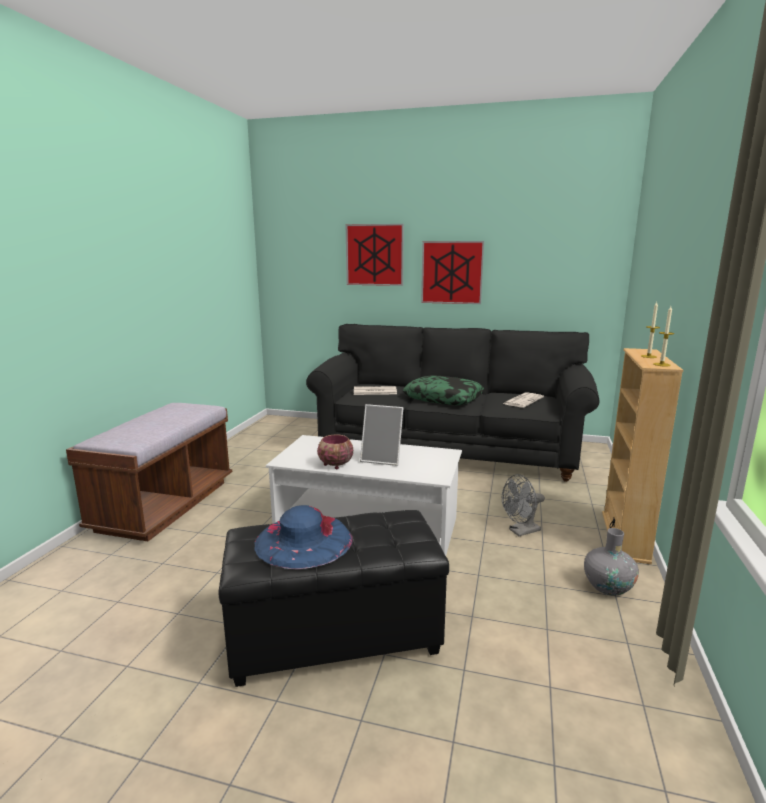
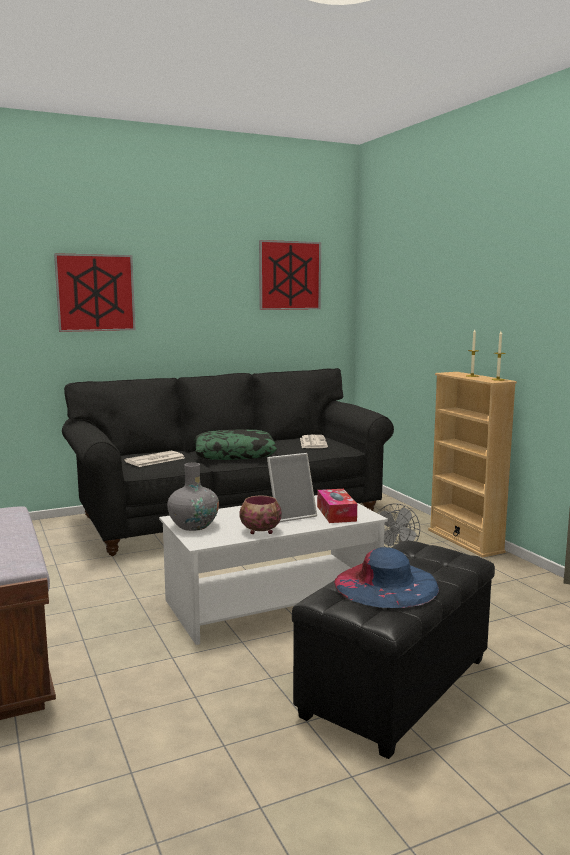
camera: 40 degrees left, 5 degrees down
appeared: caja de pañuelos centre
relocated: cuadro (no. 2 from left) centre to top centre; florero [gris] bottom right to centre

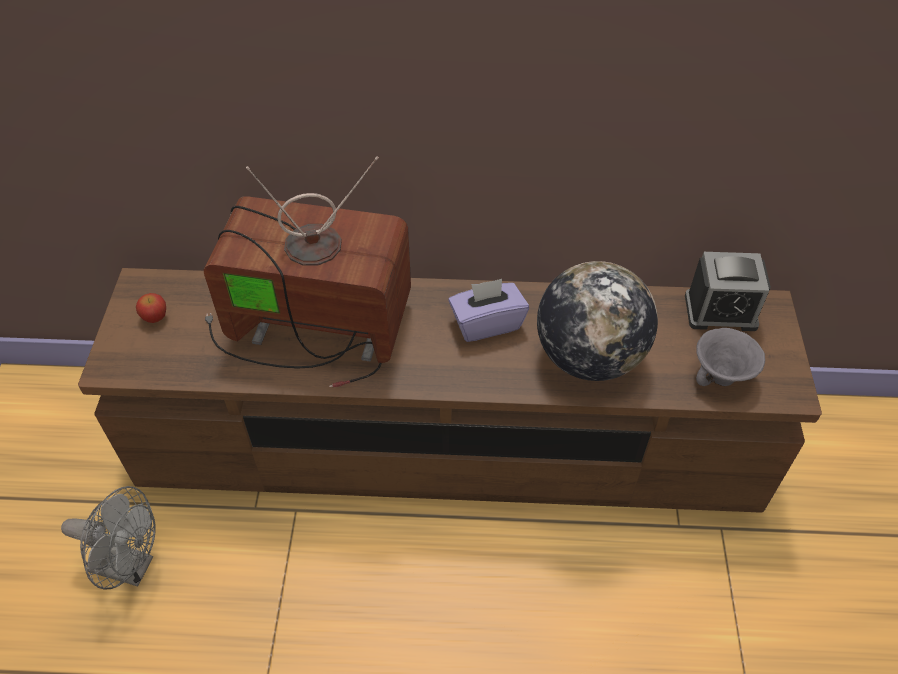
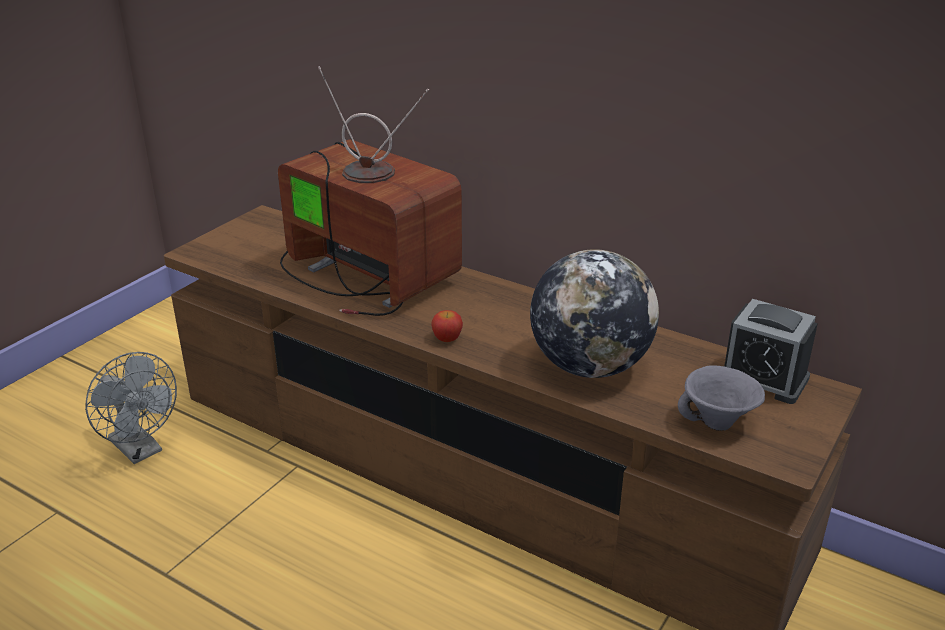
camera: 30 degrees right, 20 degrees down
missing: caja de pañuelos [morado] centre
relocated: manzana middle left to centre

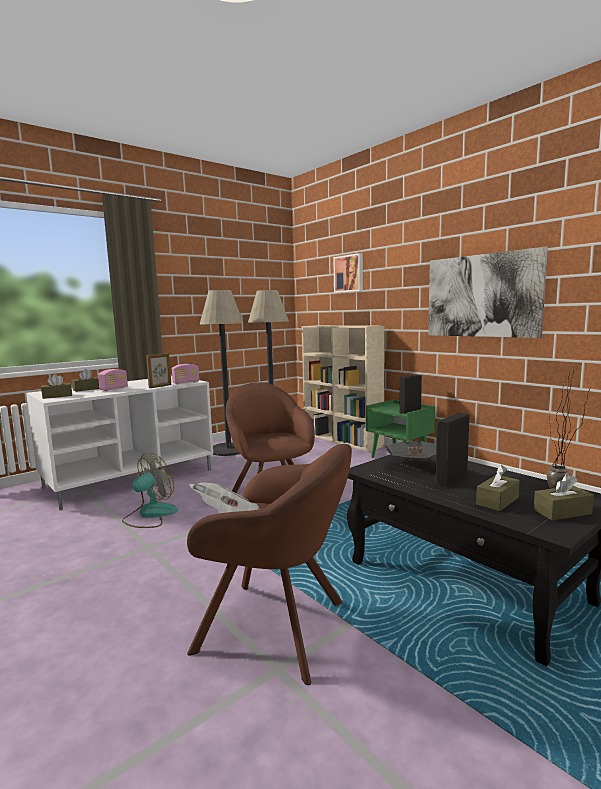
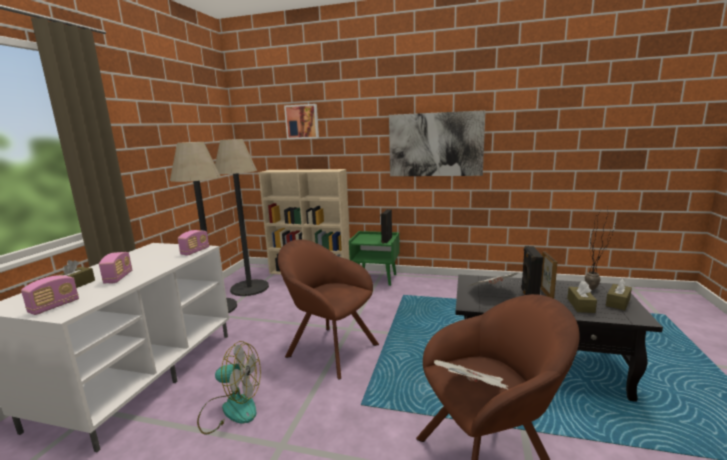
camera: 35 degrees left, 5 degrees up
relocated: portarretratos middle left to middle right
exchanged: caja de pañuelos [marrón] (no. 1 from left) middle left to radio (no. 1 from left) middle left
spun: ventilador middle left = bottom left 90 degrees clockwise

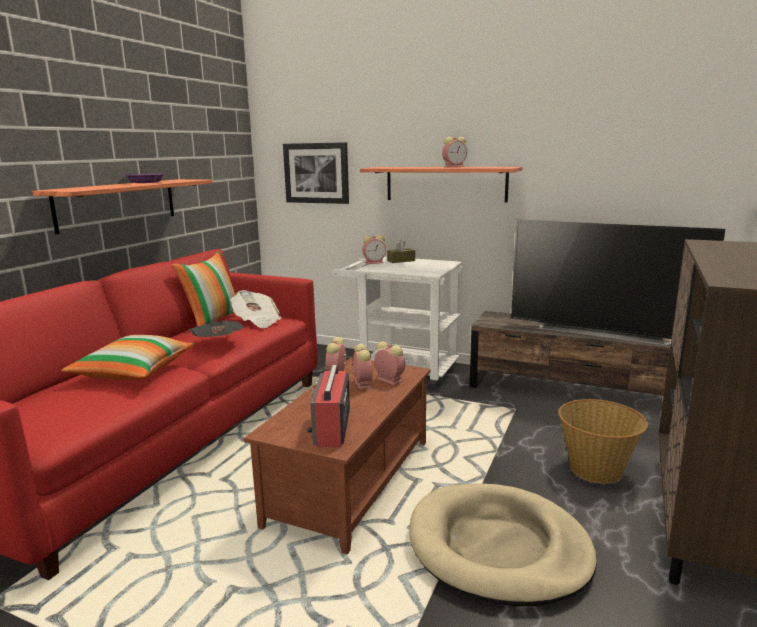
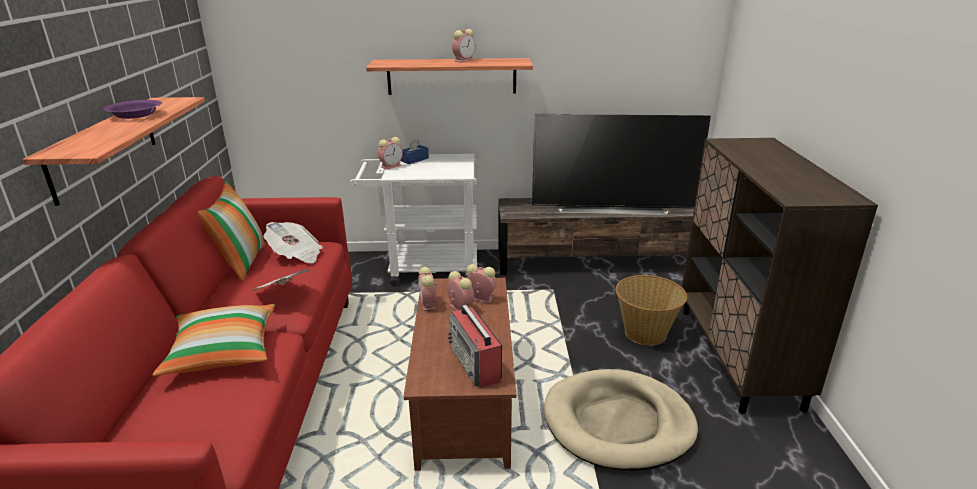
camera: 25 degrees left, 10 degrees up
missing: cuadro top centre
colour: caja de pañuelos [marrón] centre to caja de pañuelos [azul] top centre

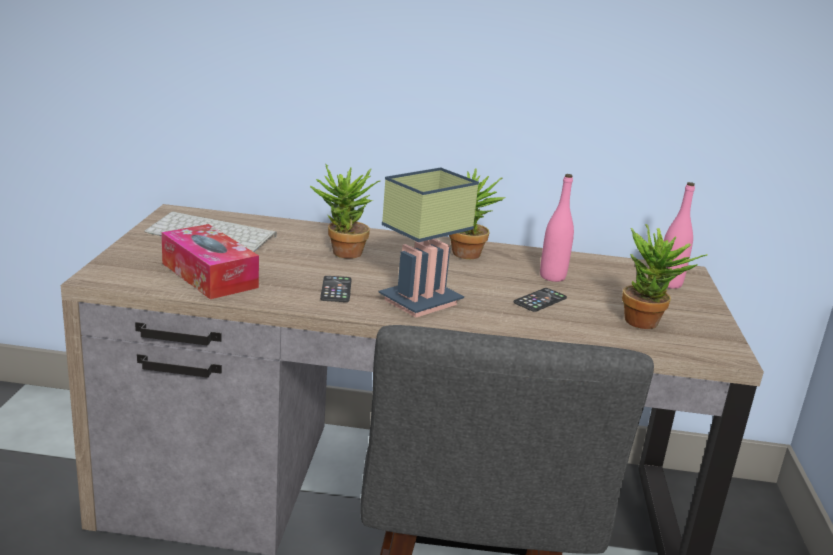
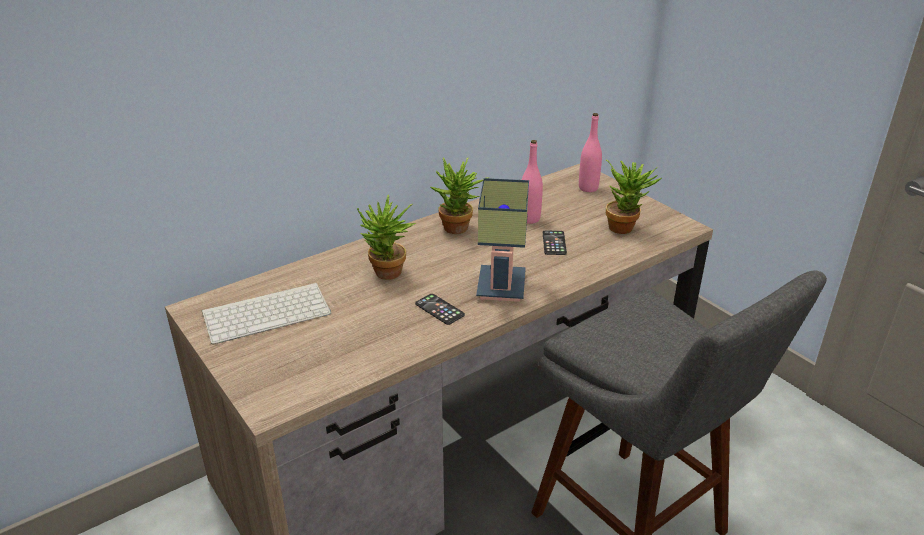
camera: 40 degrees left, 10 degrees up
missing: caja de pañuelos middle left

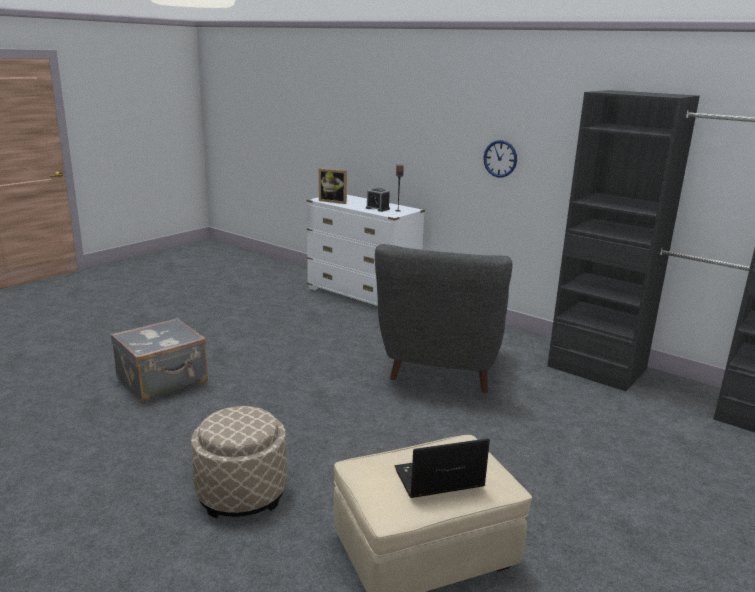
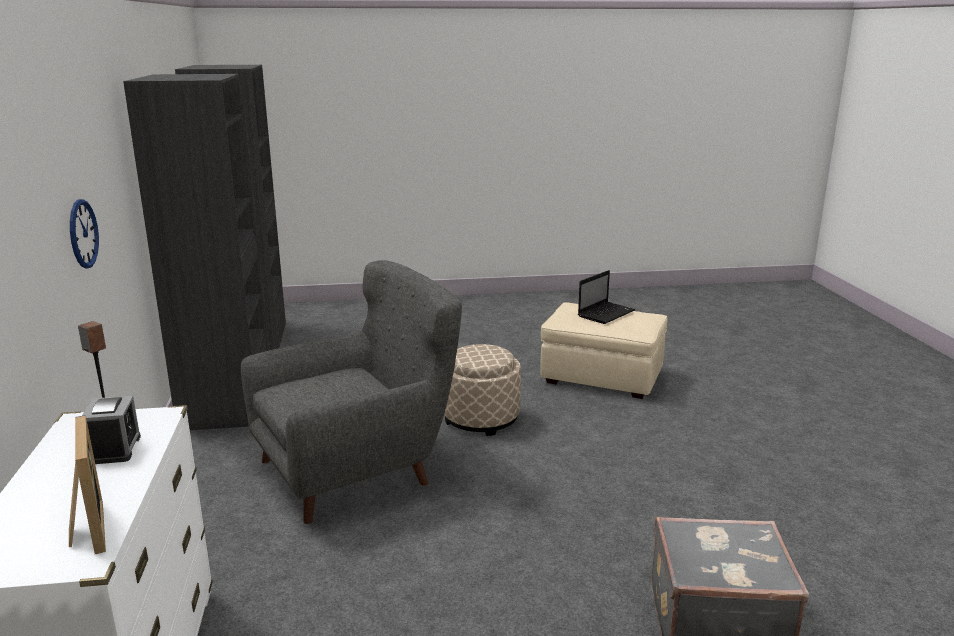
camera: 135 degrees left, 0 degrees up
relocated: puf [beis] (no. 1 from left) bottom left to centre
spun: portátil bottom centre = centre 75 degrees counterclockwise

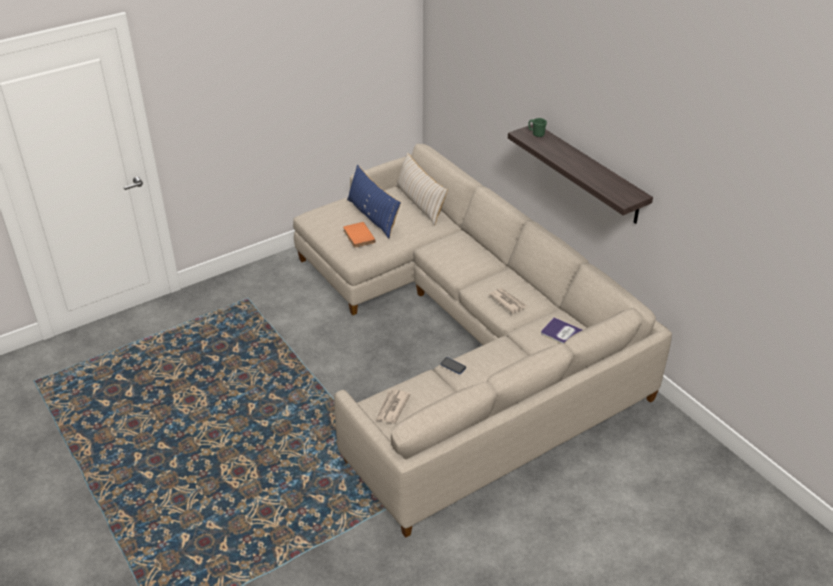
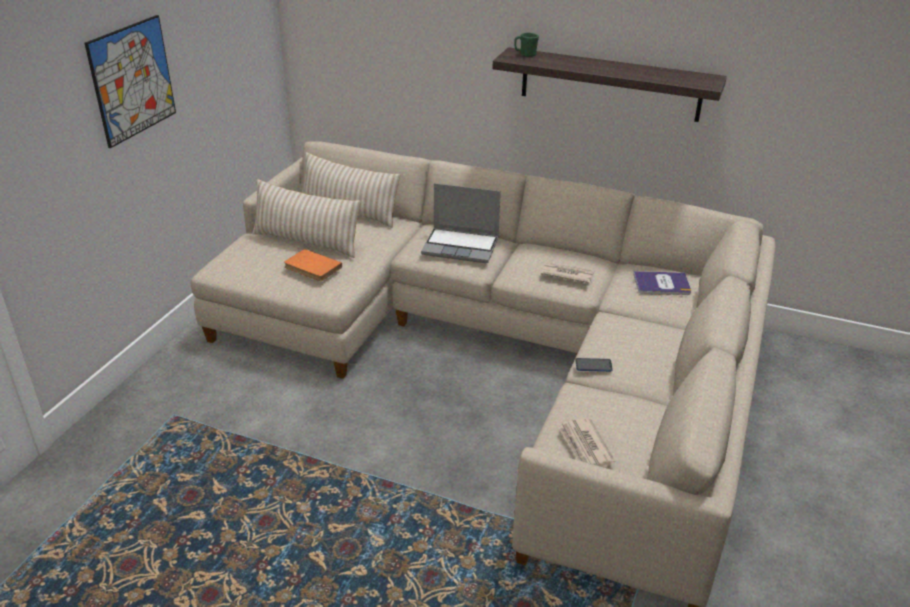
camera: 35 degrees left, 5 degrees down
appeared: cuadro top left; portátil centre
colour: cojín [azul] centre to cojín [beis] (no. 1 from left) centre

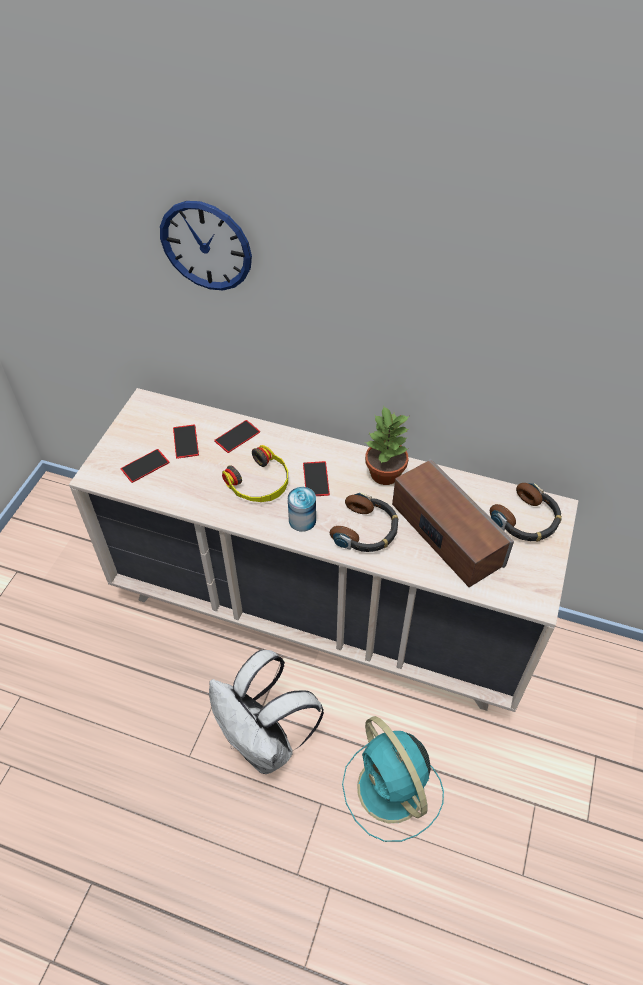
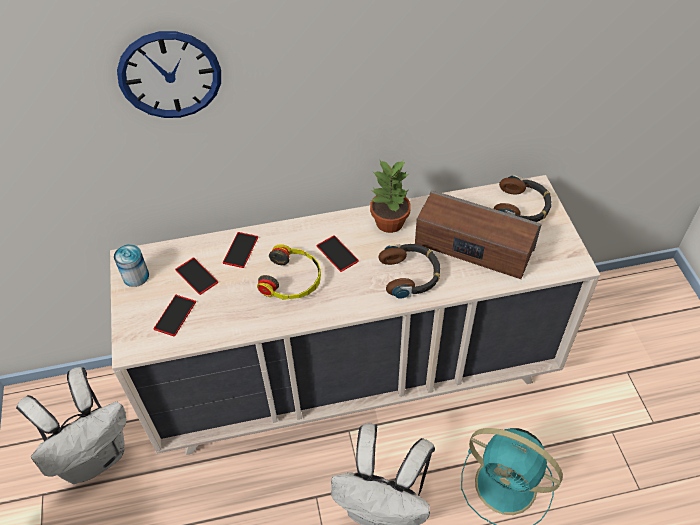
camera: 30 degrees left, 0 degrees up
appeared: mochila [blanco] (no. 1 from left) bottom left
relocated: lata centre to middle left

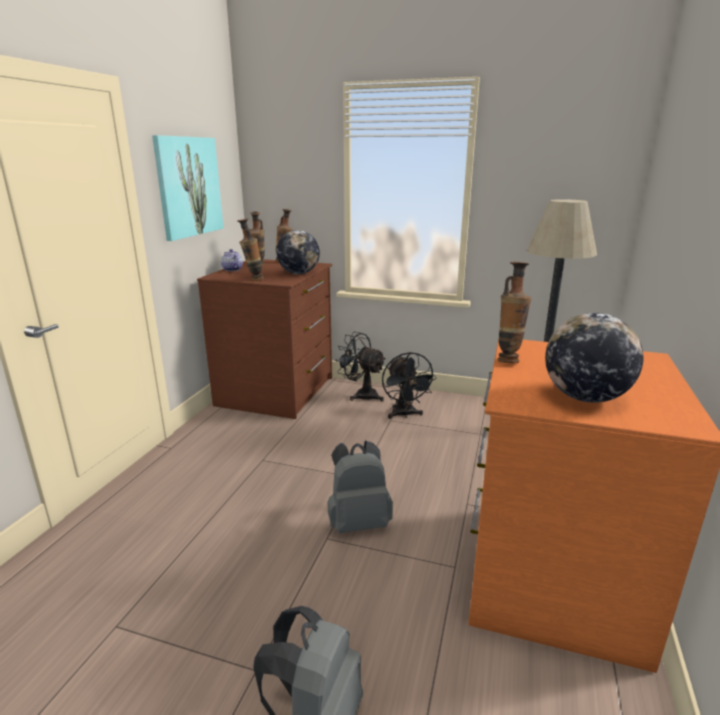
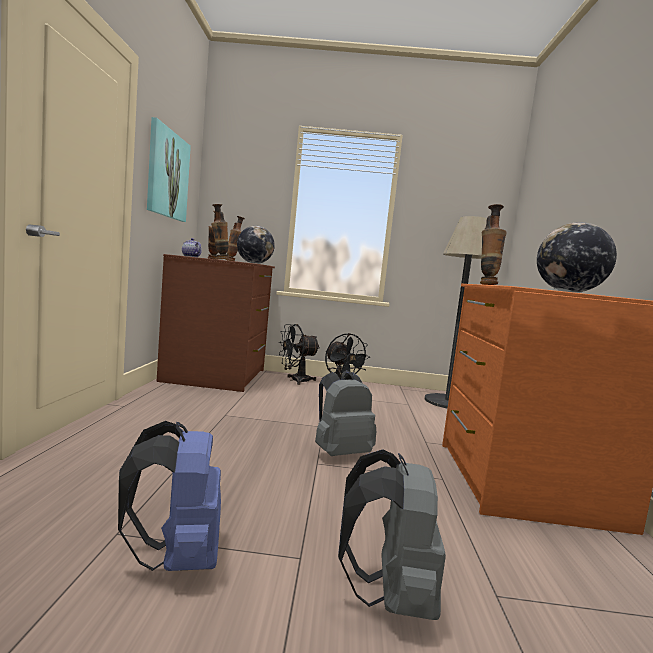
camera: 15 degrees left, 15 degrees down
appeared: mochila [azul] bottom left
spun: ventilador [negro] (no. 1 from left) centre = centre 45 degrees counterclockwise

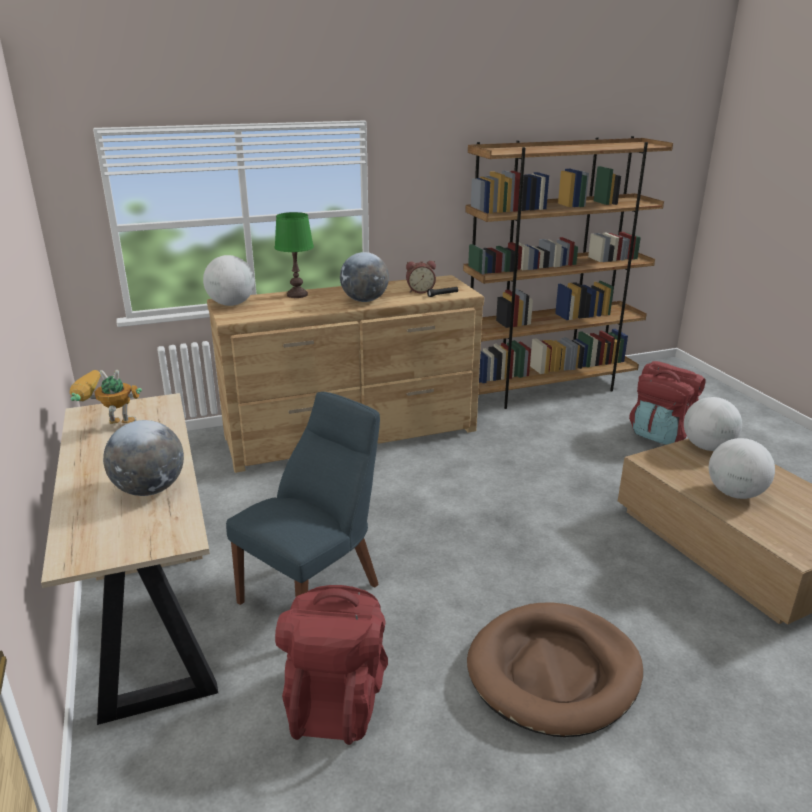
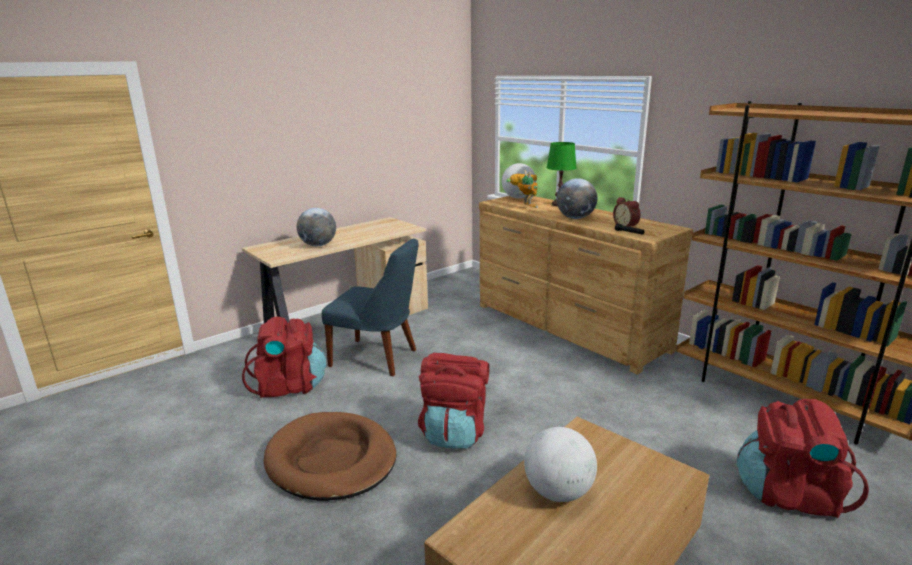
camera: 70 degrees right, 5 degrees down
missing: globo terráqueo (no. 4 from left) middle right
appeared: mochila [rojo] (no. 2 from left) bottom centre
relocated: robot de juguete middle left to centre

